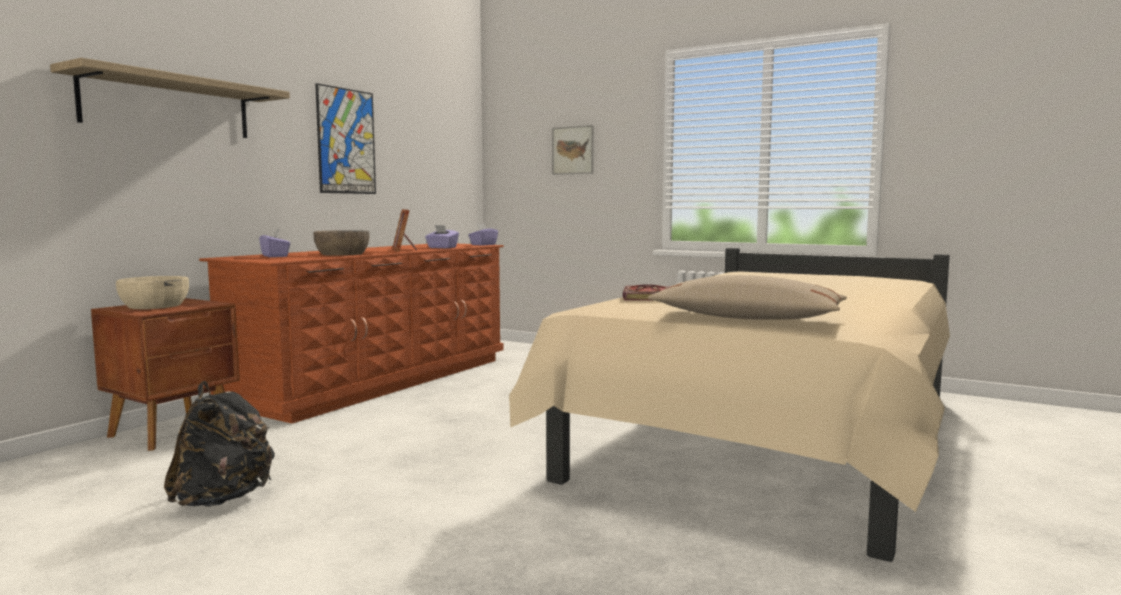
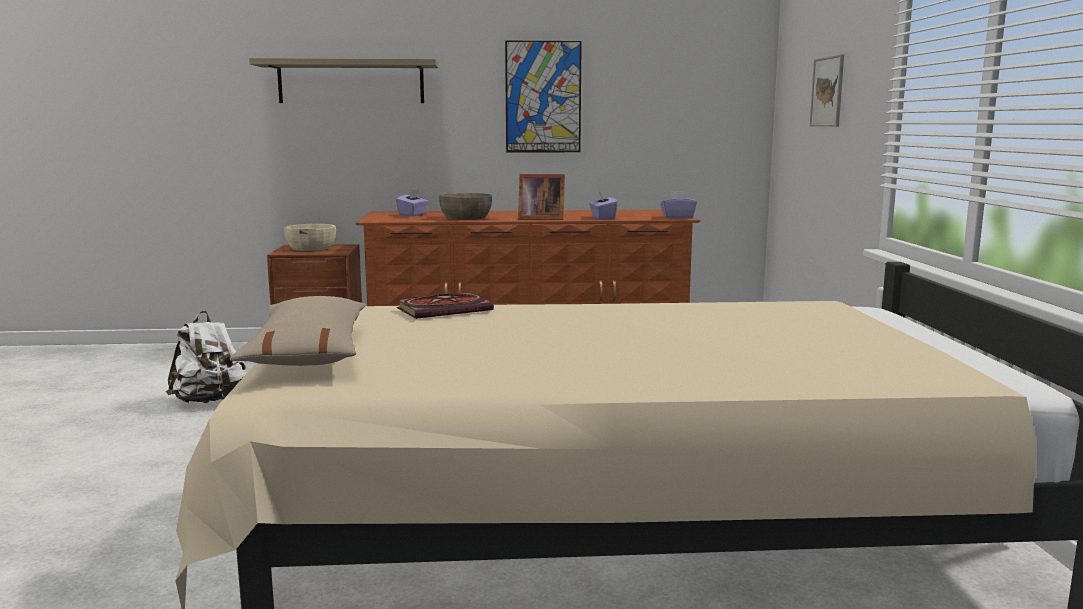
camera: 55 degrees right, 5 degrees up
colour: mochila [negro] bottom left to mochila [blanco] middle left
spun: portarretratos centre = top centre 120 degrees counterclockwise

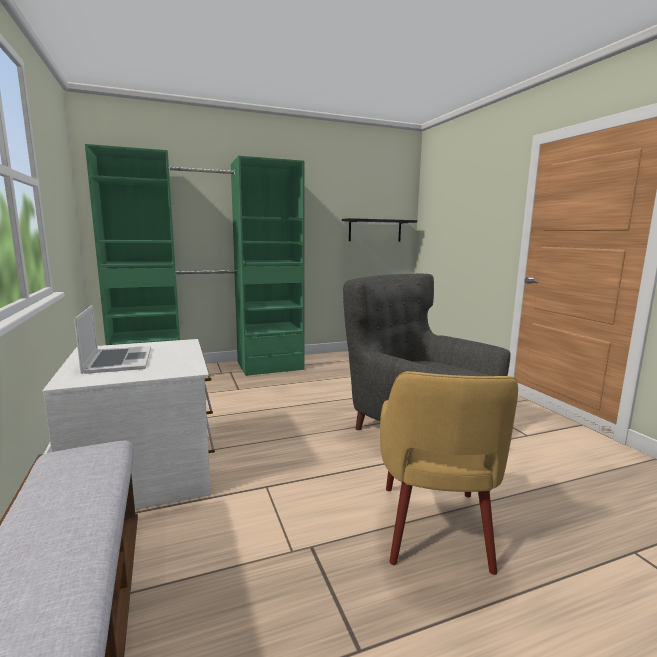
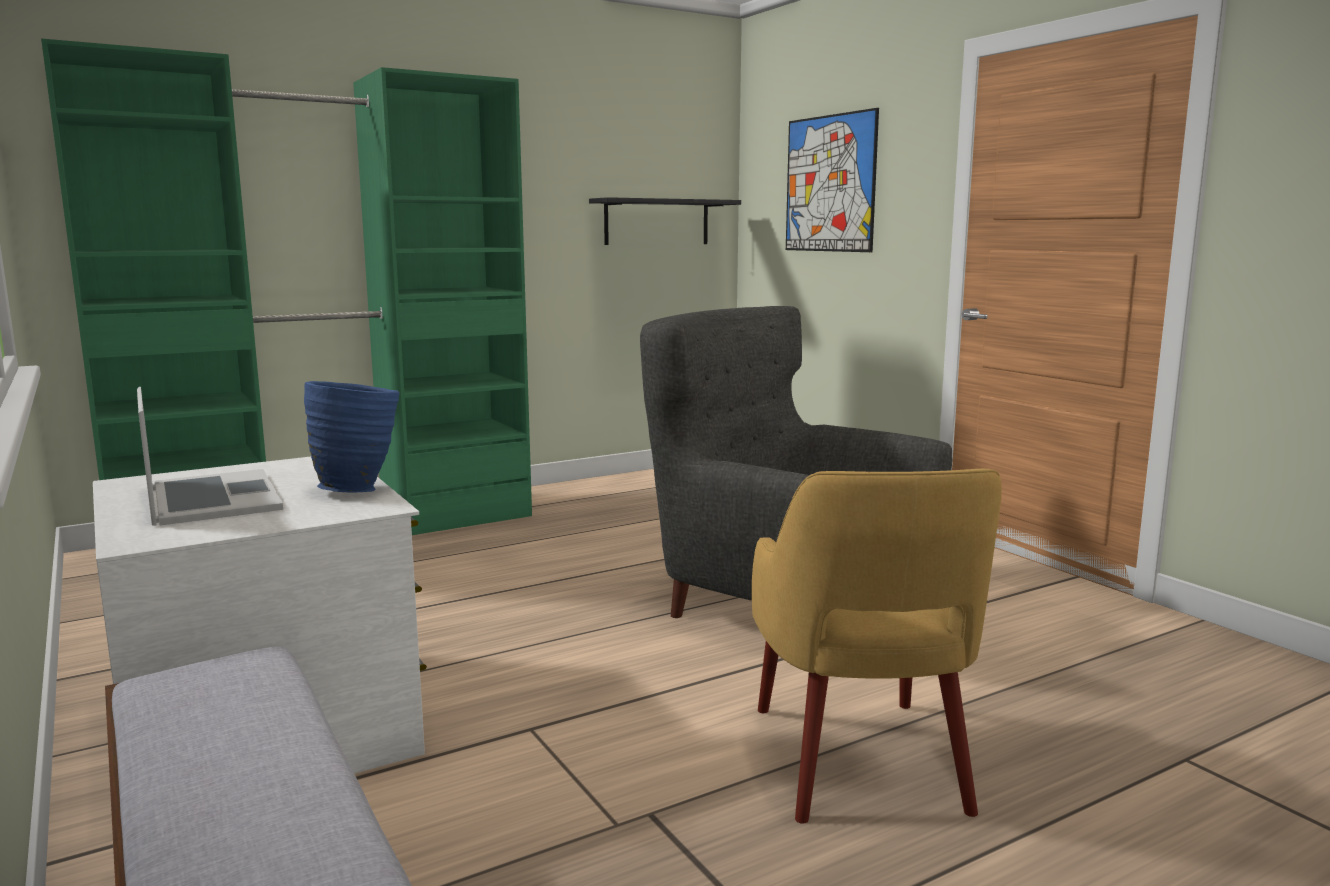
camera: 10 degrees left, 0 degrees up
appeared: florero [azul] middle left; cuadro top centre

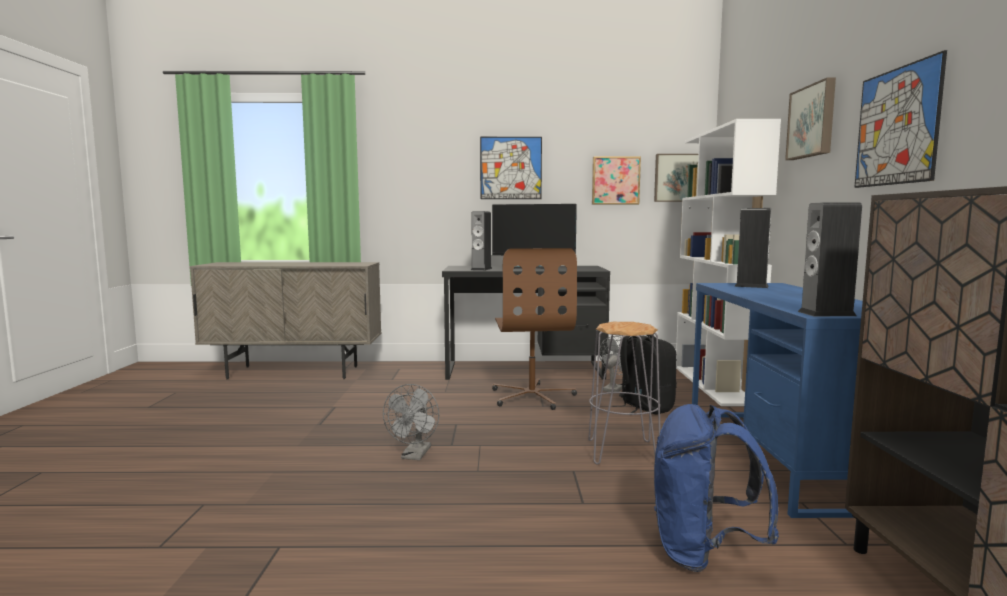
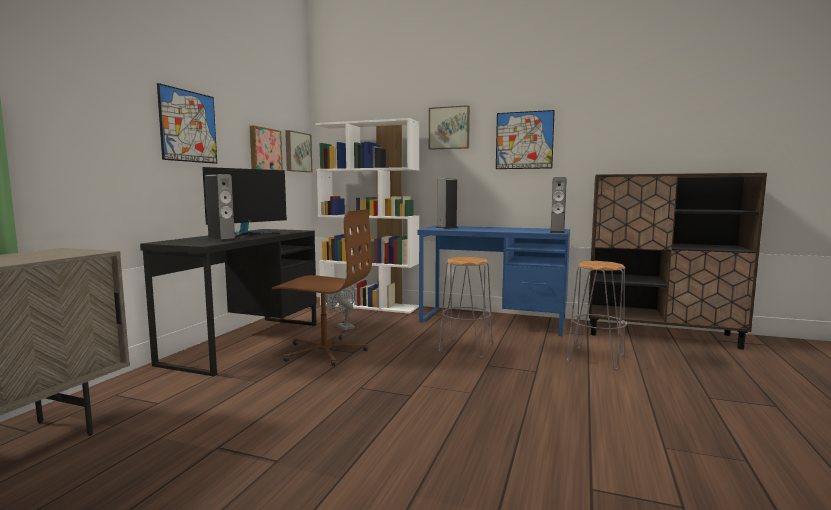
camera: 70 degrees left, 0 degrees up
missing: ventilador [gris] (no. 1 from left) bottom centre; mochila [negro] centre
exchanged: mochila [azul] bottom right to taburete [gris] (no. 2 from left) middle right

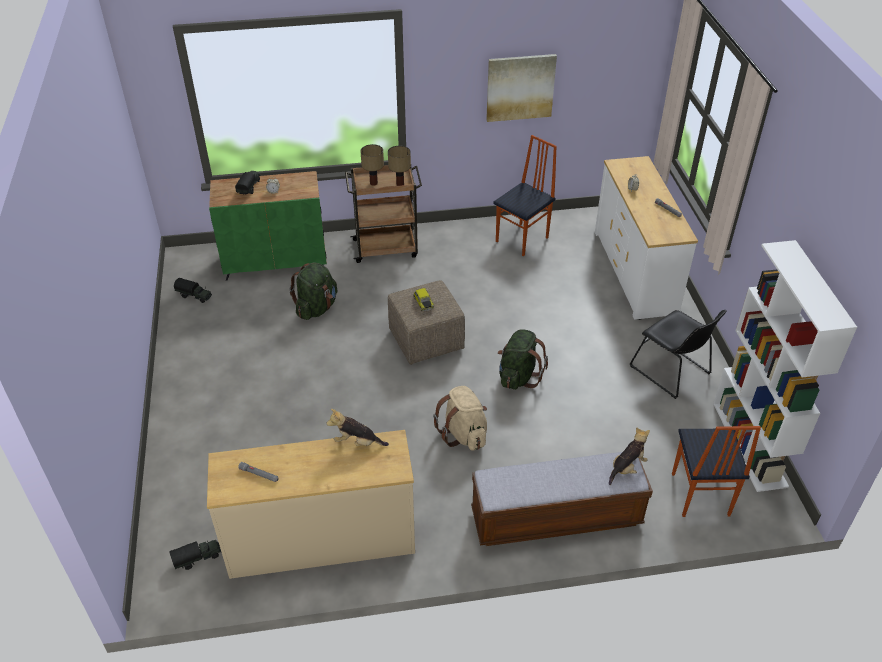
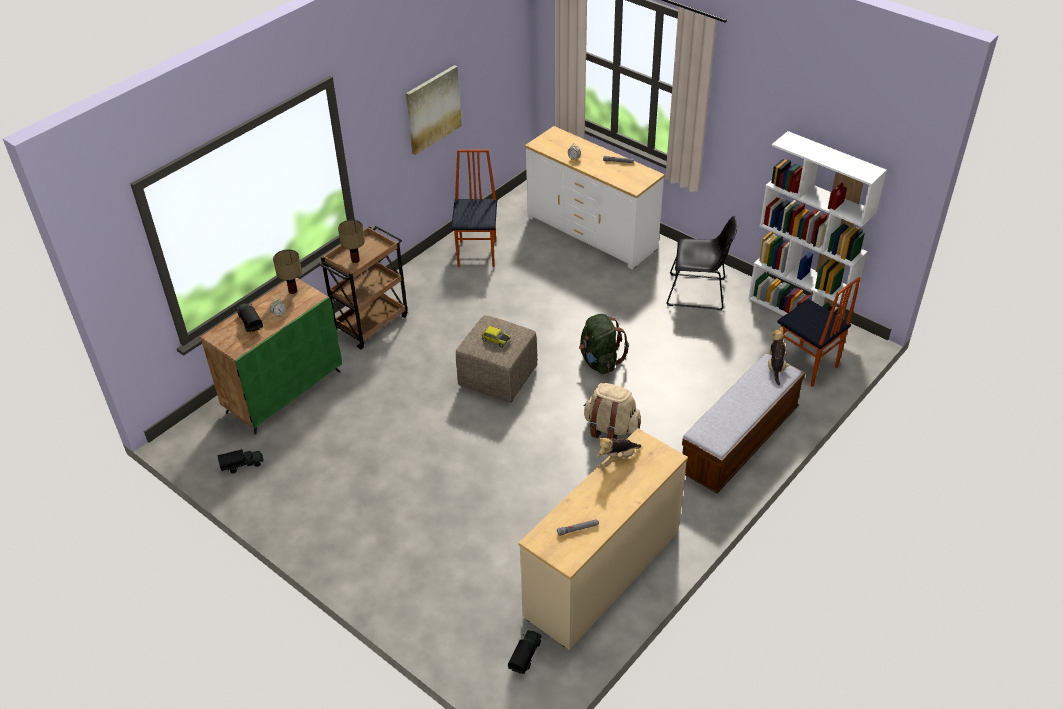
camera: 40 degrees left, 0 degrees up
missing: mochila [verde] (no. 1 from left) centre
relocated: lámpara de mesa (no. 2 from left in the first image) top centre to lámpara de mesa (no. 1 from left) middle left

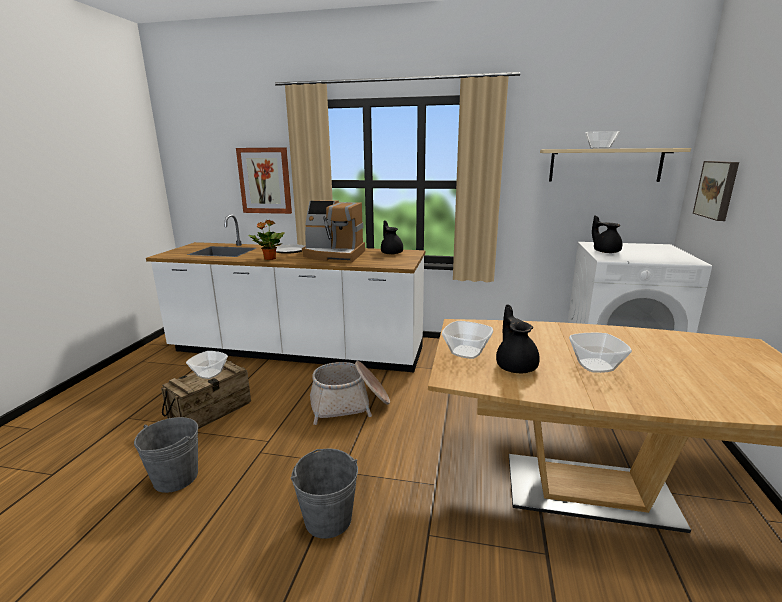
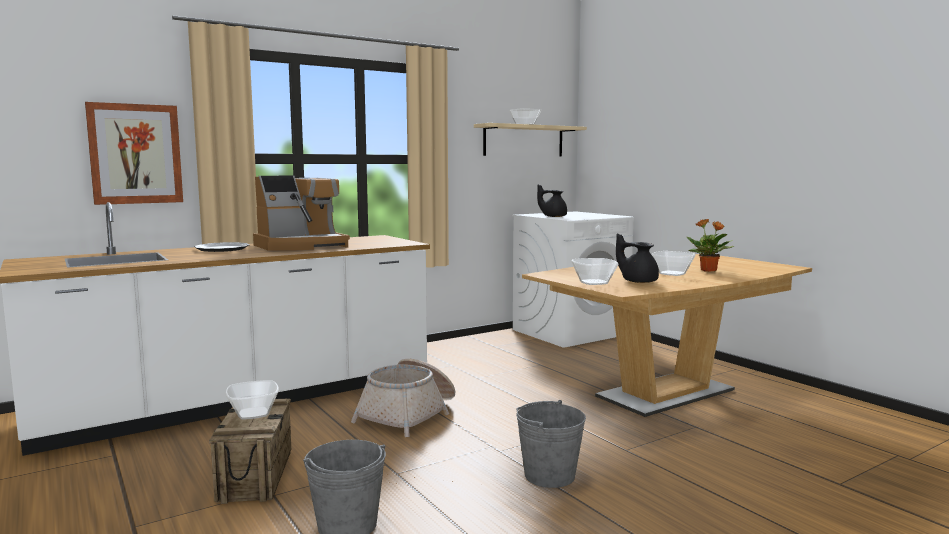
camera: 45 degrees left, 10 degrees down
missing: tetera [negro] (no. 1 from left) centre; cuadro (no. 2 from left) top right
relocated: planta en maceta centre to middle right

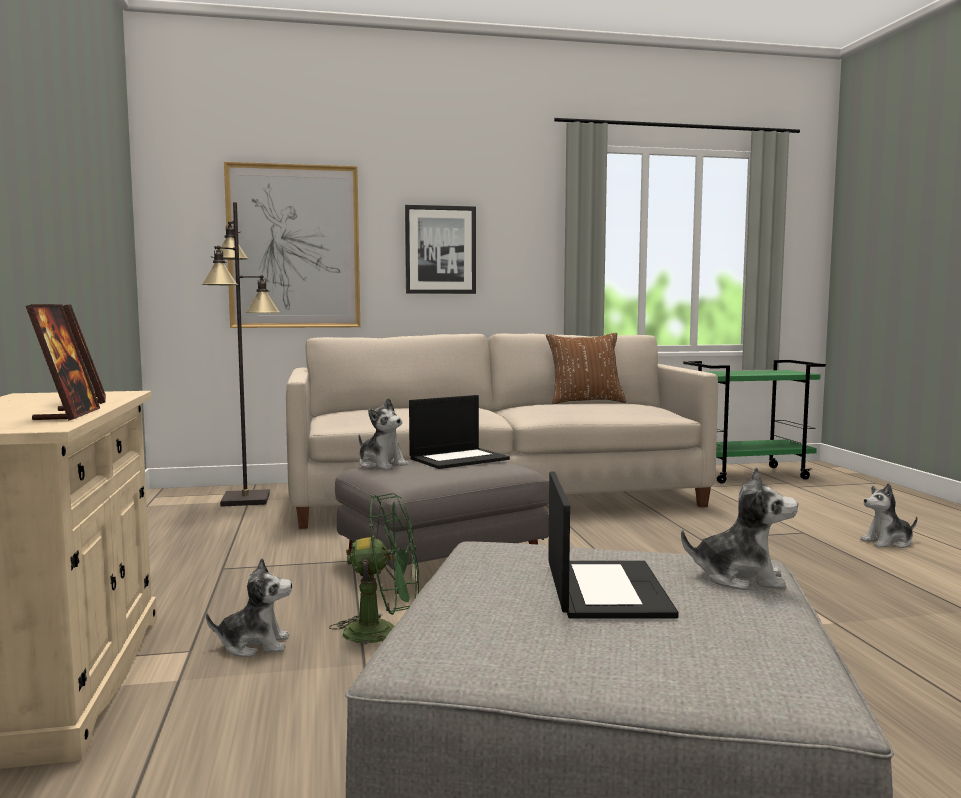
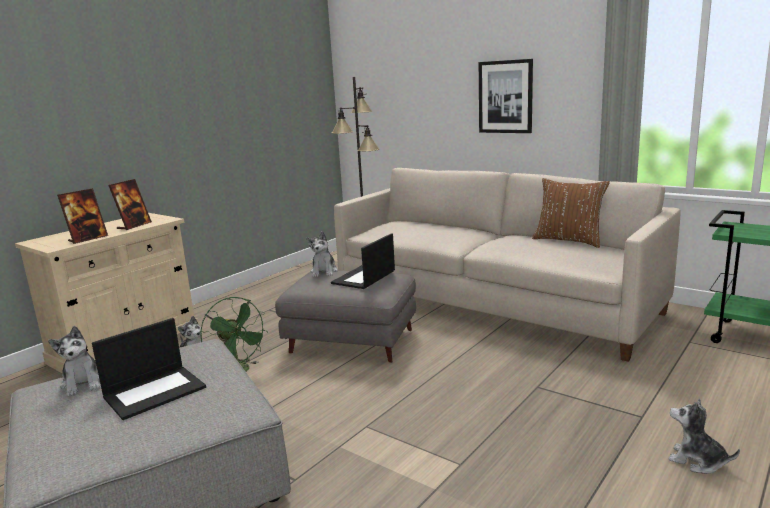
camera: 50 degrees right, 10 degrees up
missing: cuadro (no. 1 from left) top left
relocated: peluche (no. 3 from left in the first image) middle right to peluche (no. 1 from left) bottom left
spun: portátil (no. 1 from left in the first image) centre = centre 105 degrees clockwise

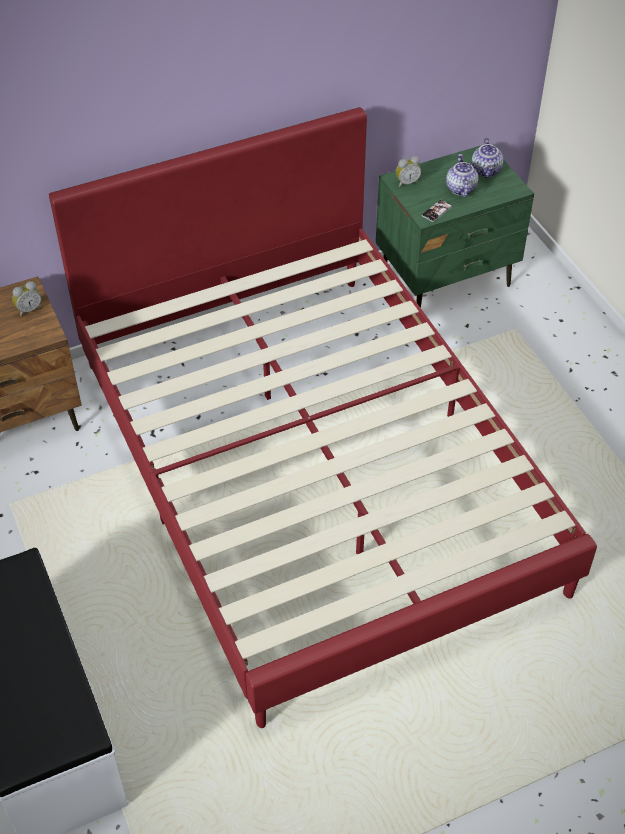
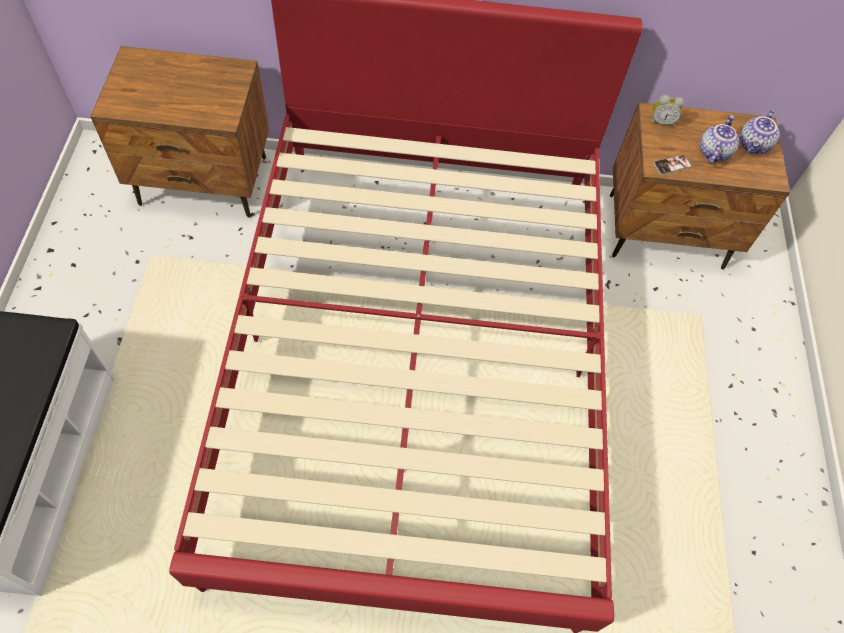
camera: 25 degrees right, 10 degrees up
missing: despertador (no. 1 from left) middle left
colour: mesita de noche [verde] top right to mesita de noche [marrón] (no. 2 from left) top right

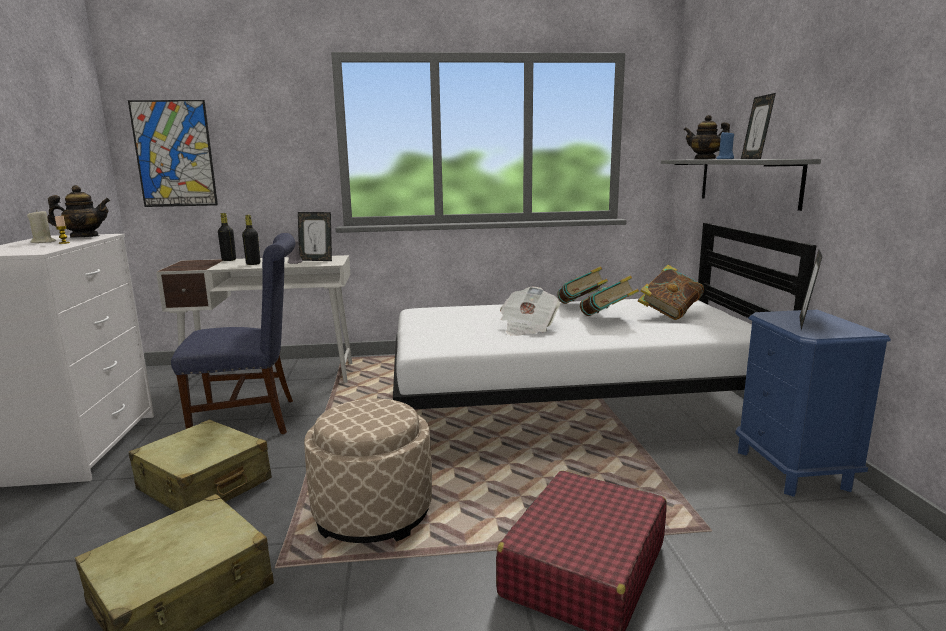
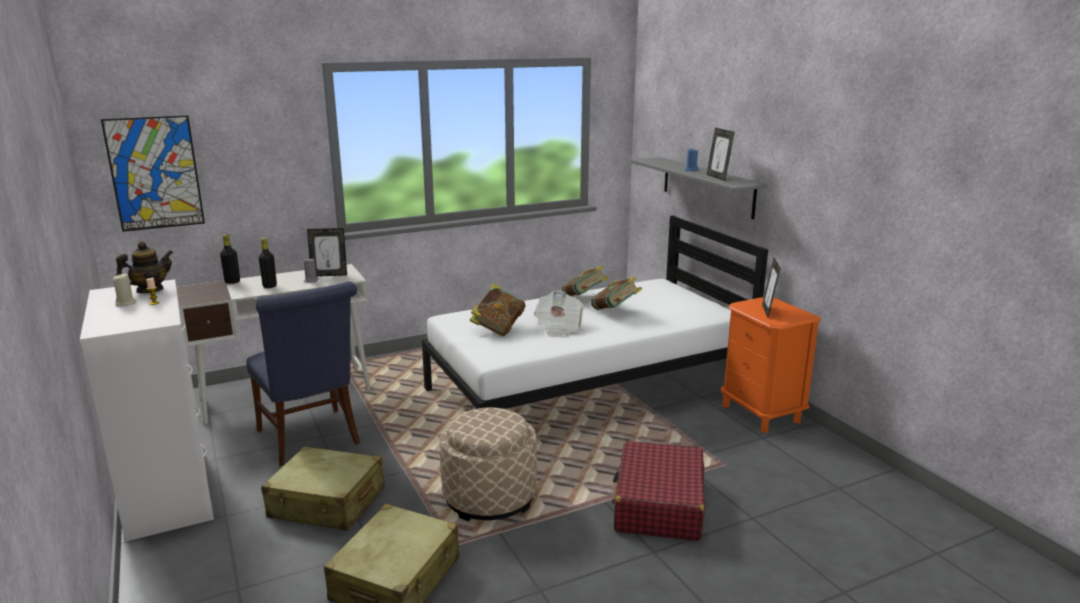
camera: 20 degrees left, 5 degrees up
missing: tetera (no. 2 from left) top right
relocated: libro (no. 3 from left in the first image) middle right to libro (no. 1 from left) centre
colour: mesita de noche [azul] middle right to mesita de noche [naranja] middle right
spun: silla [azul] middle left = middle left 90 degrees clockwise

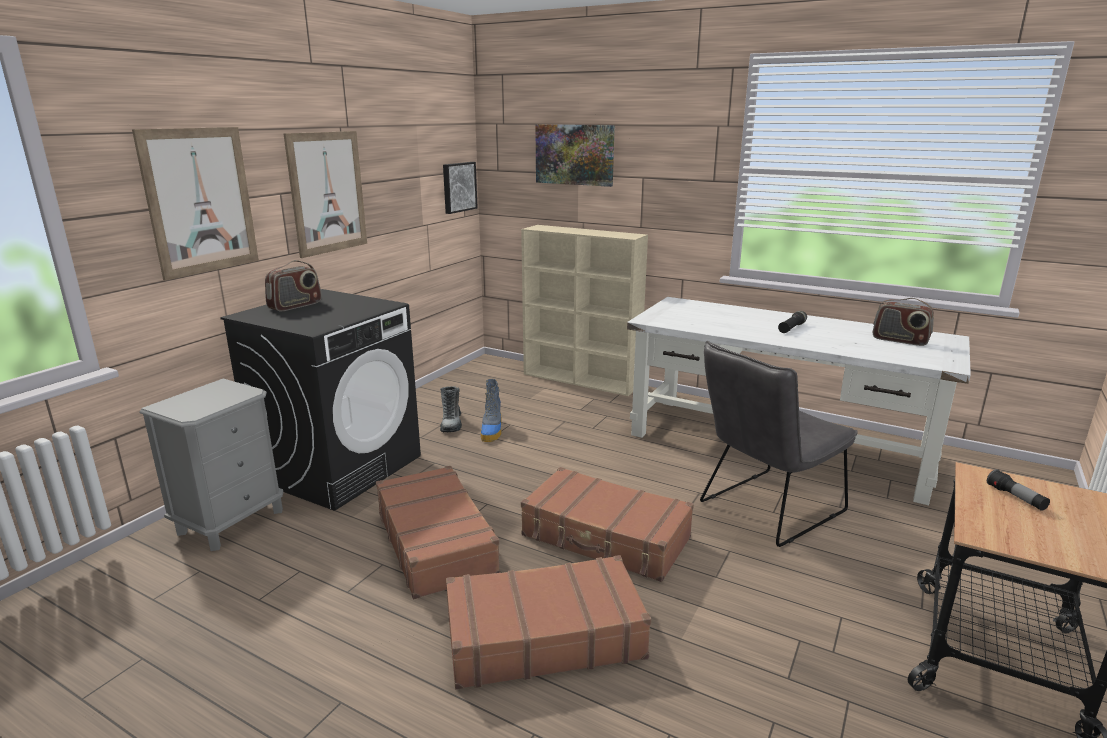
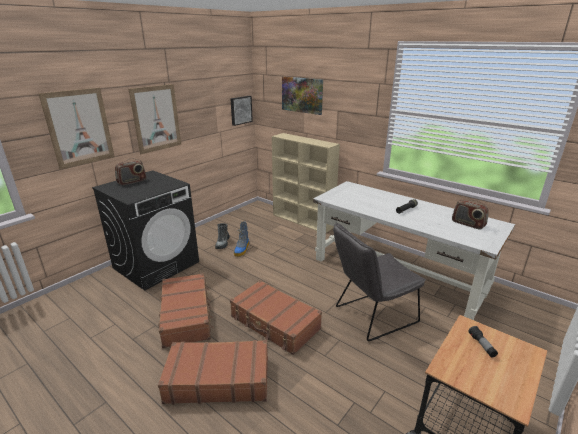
camera: 10 degrees right, 5 degrees up
missing: mesita de noche [gris] middle left

